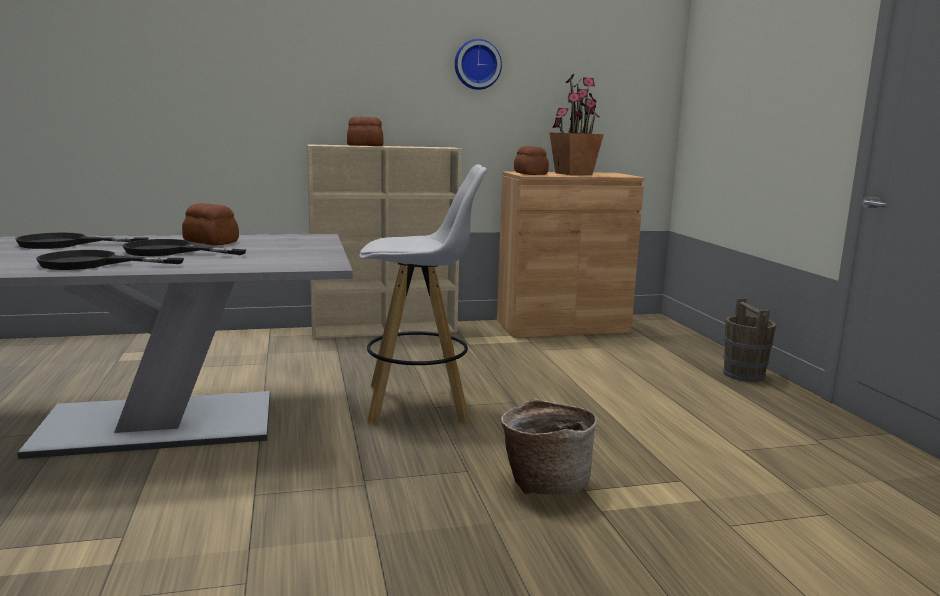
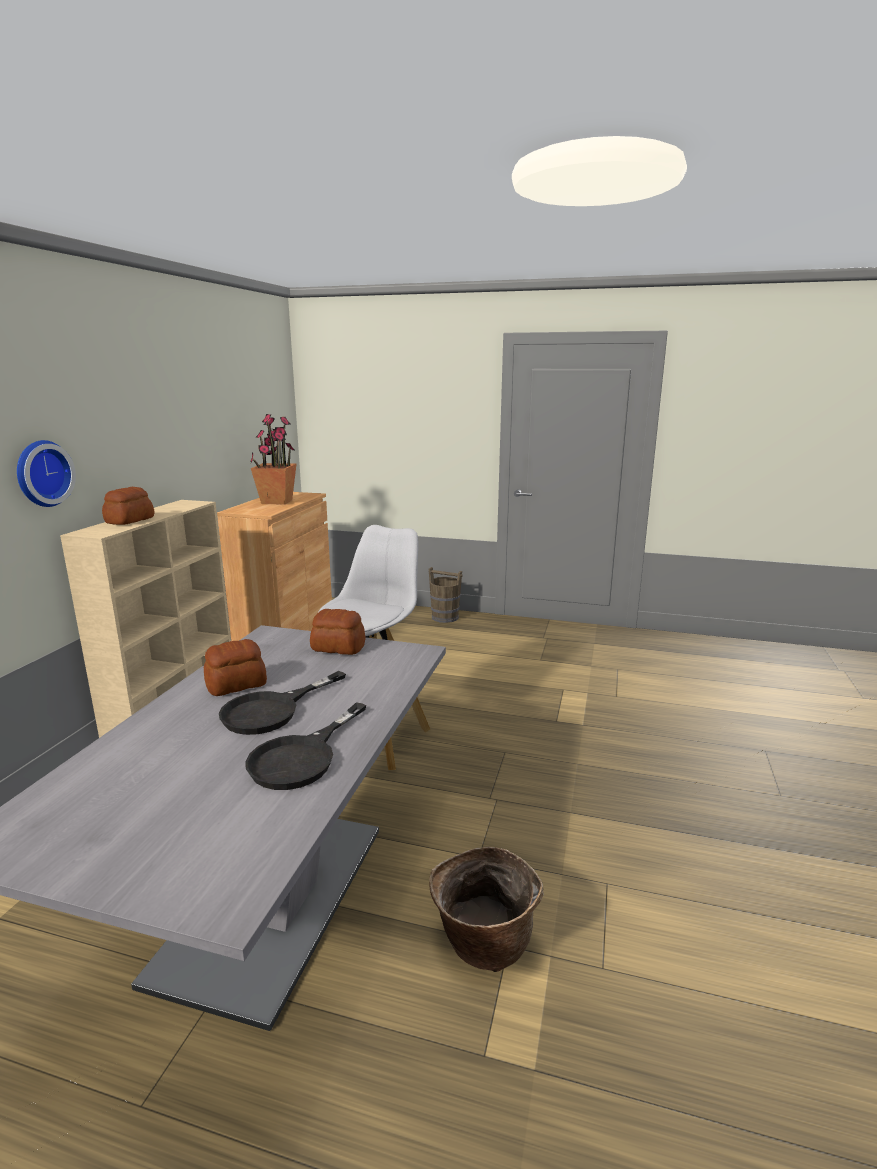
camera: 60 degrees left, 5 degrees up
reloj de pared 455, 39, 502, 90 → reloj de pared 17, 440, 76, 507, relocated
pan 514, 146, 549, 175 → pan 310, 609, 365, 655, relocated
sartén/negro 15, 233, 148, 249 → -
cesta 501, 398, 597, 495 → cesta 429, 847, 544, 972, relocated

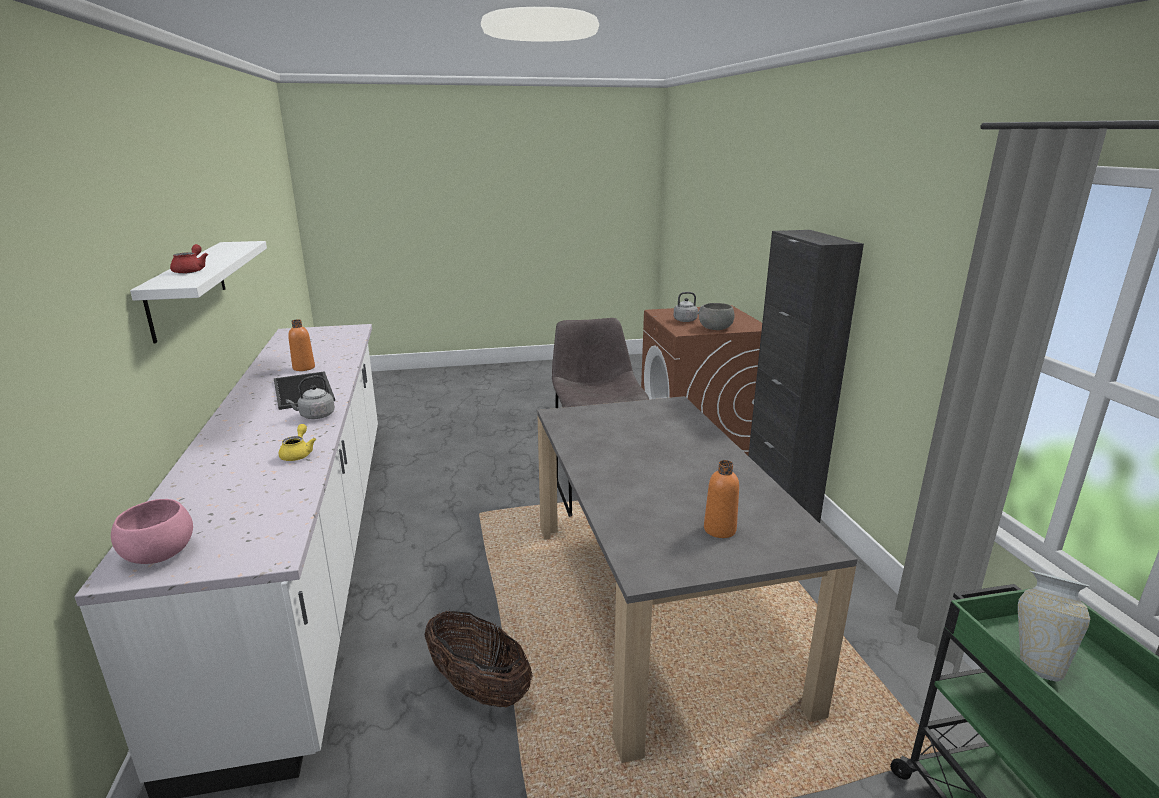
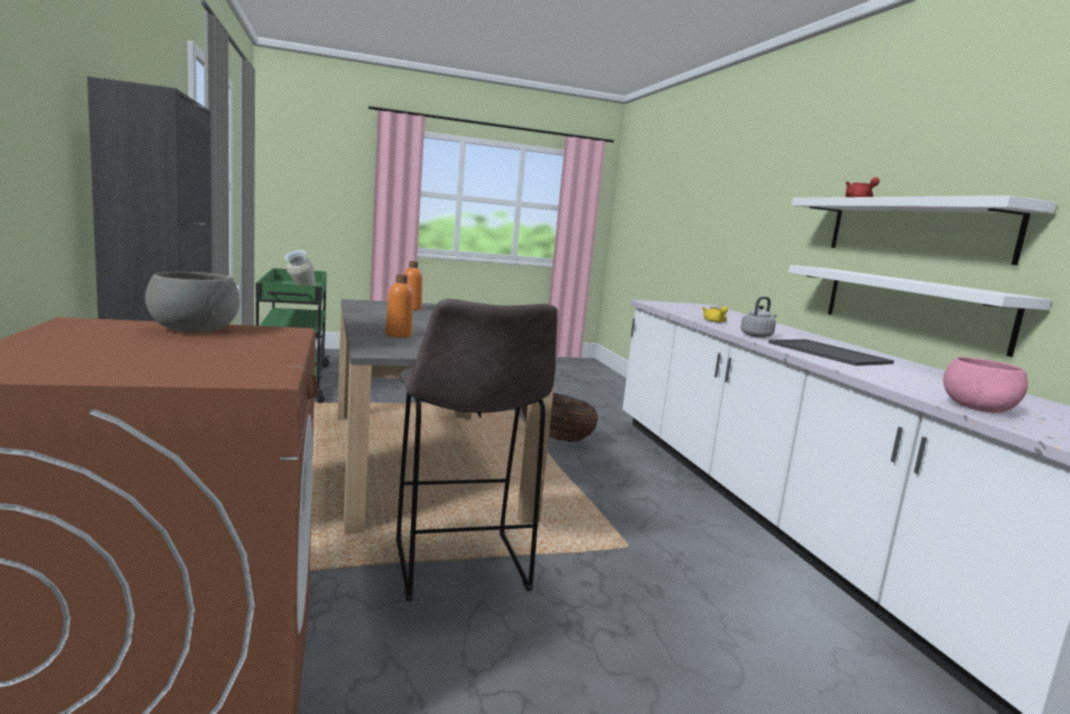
camera: 175 degrees right, 10 degrees down
hervidor/gris 674, 292, 702, 322 → -
botella/naranja 288, 319, 315, 371 → botella/naranja 385, 274, 413, 338, relocated
cuenco/rosa 111, 499, 193, 564 → cuenco/rosa 943, 357, 1028, 413, relocated
- → estante/blanco 788, 265, 1051, 357

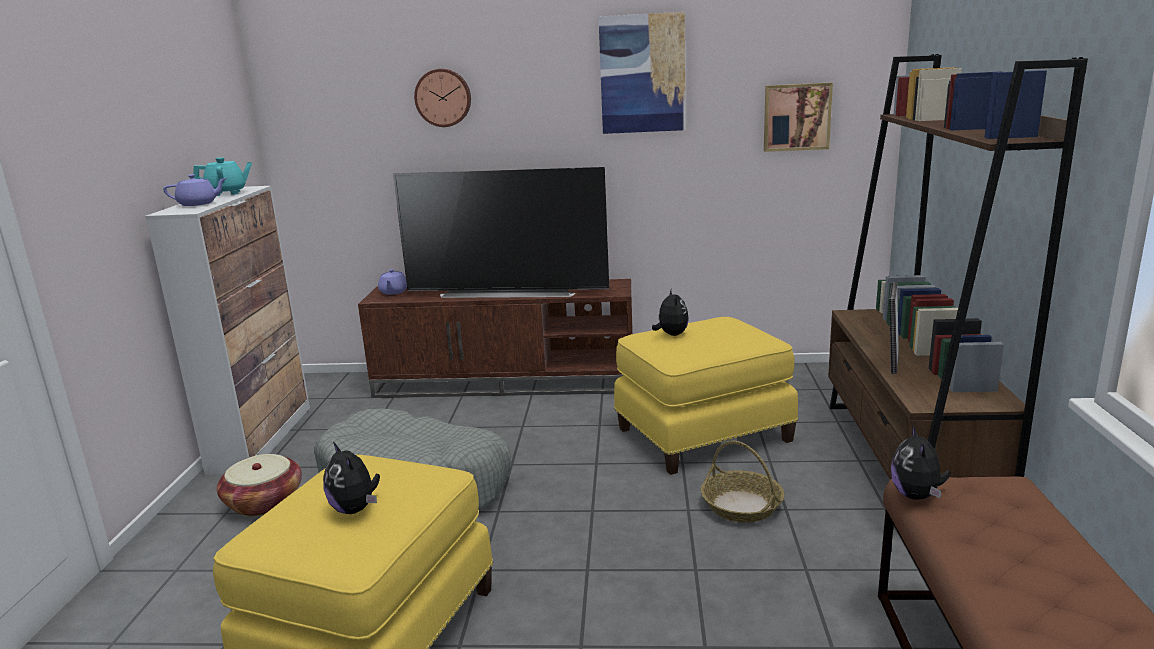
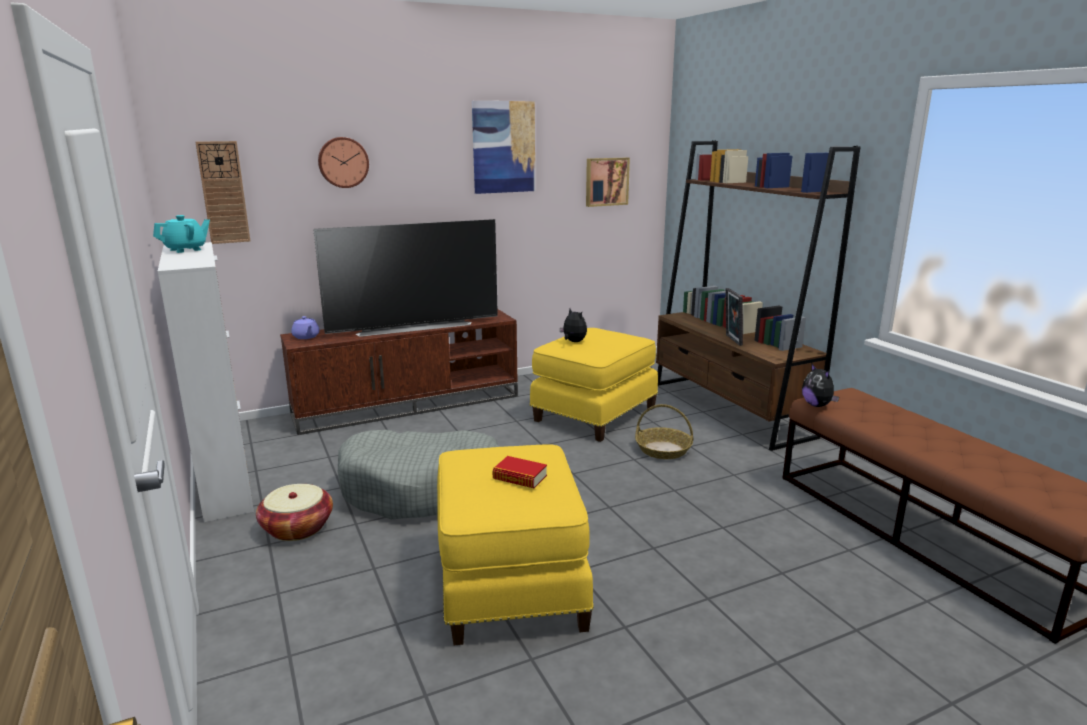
camera: 30 degrees left, 0 degrees up
tetera/morado 163, 174, 227, 206 → -
peluche 323, 442, 380, 514 → libro 493, 456, 547, 488
- → reloj de pared 195, 141, 250, 244

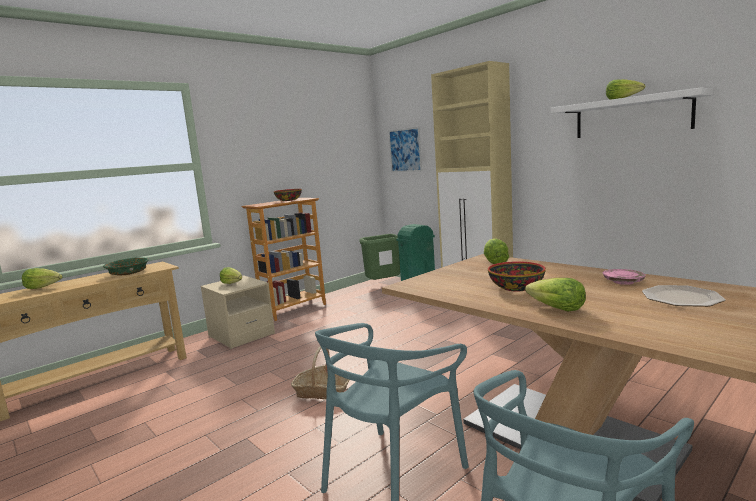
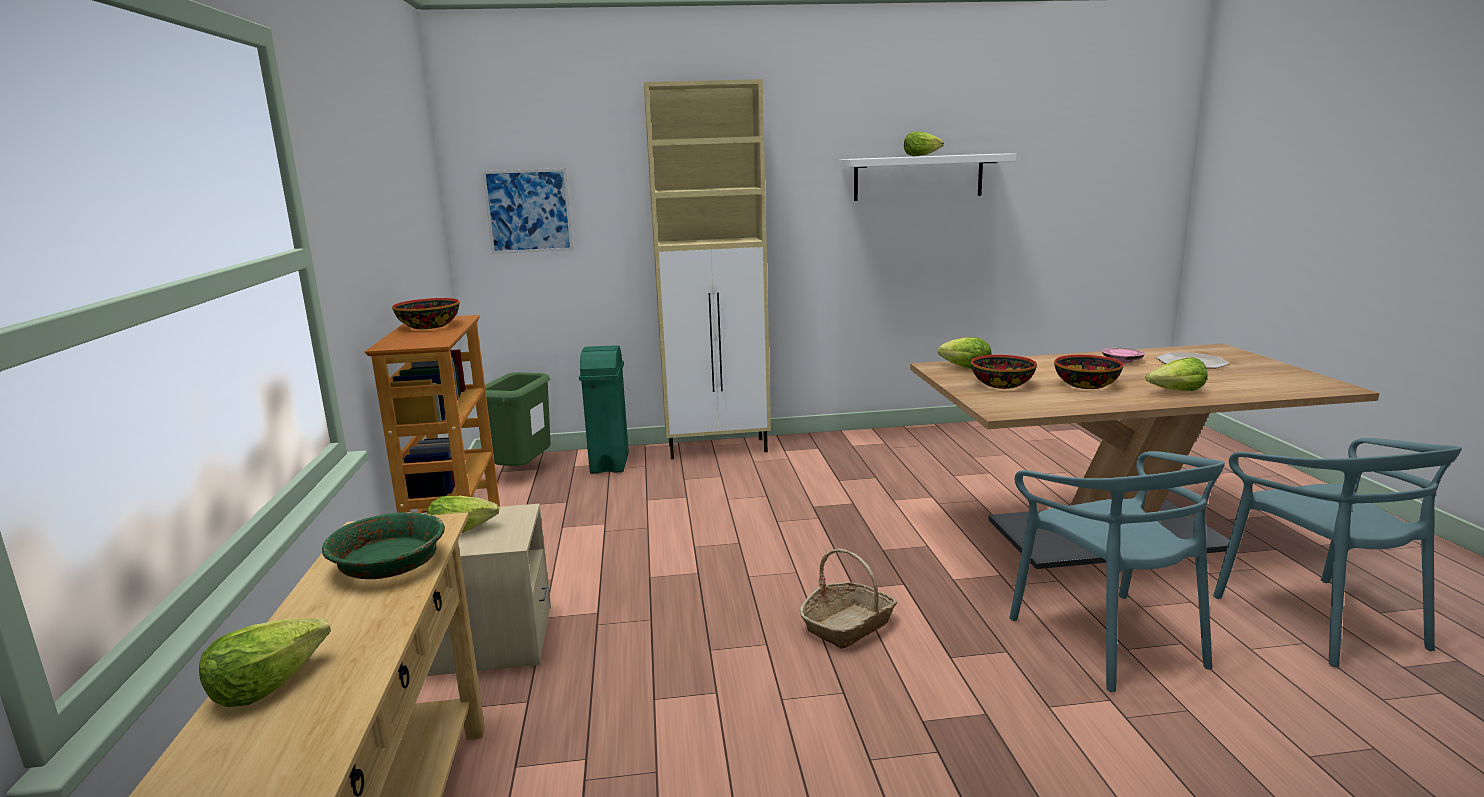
camera: 55 degrees left, 5 degrees up
- → cuenco 971, 355, 1037, 389

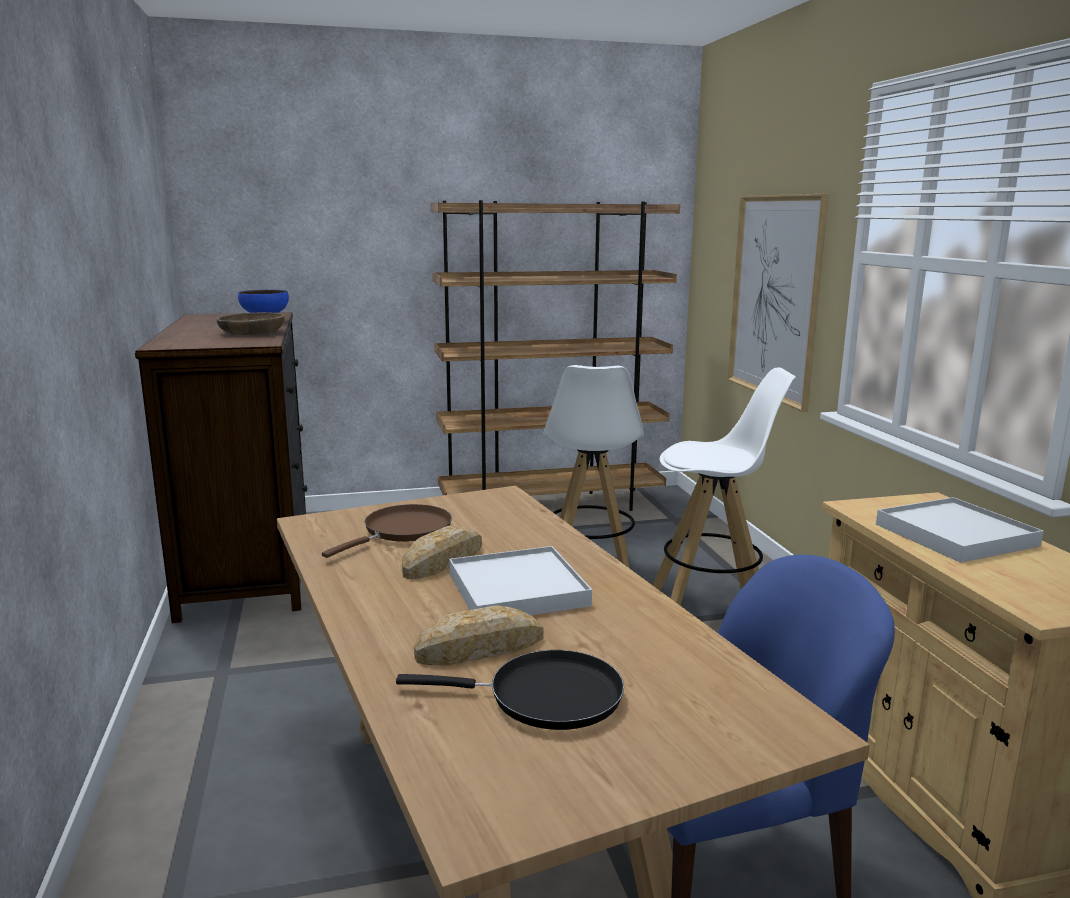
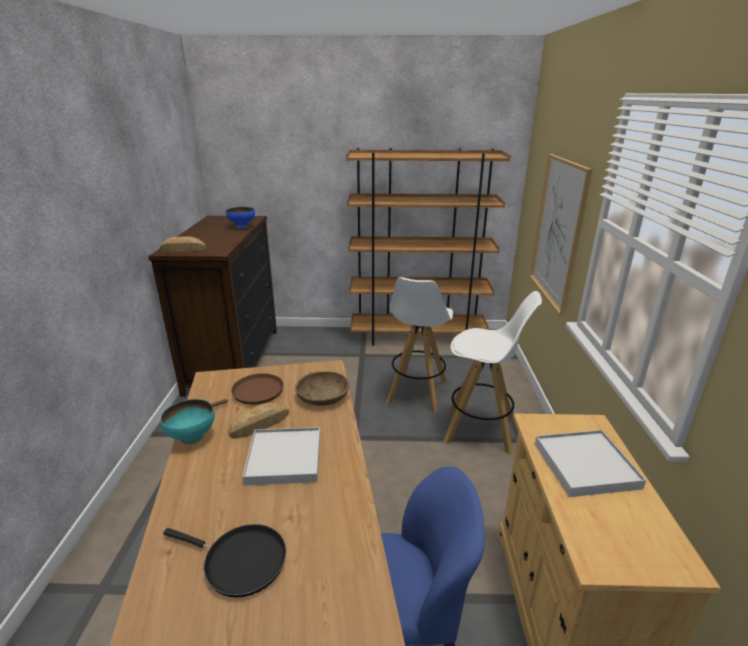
camera: 15 degrees right, 10 degrees up
cuenco/marrón 216, 312, 285, 335 → cuenco/marrón 295, 371, 349, 406, relocated
pan 414, 605, 543, 665 → pan 160, 236, 206, 252, relocated
- → cuenco/turquesa 161, 399, 215, 445

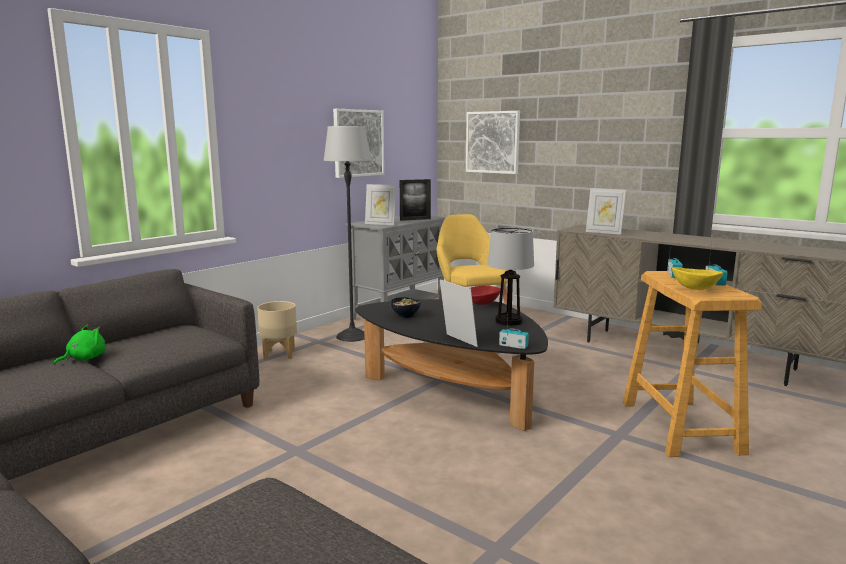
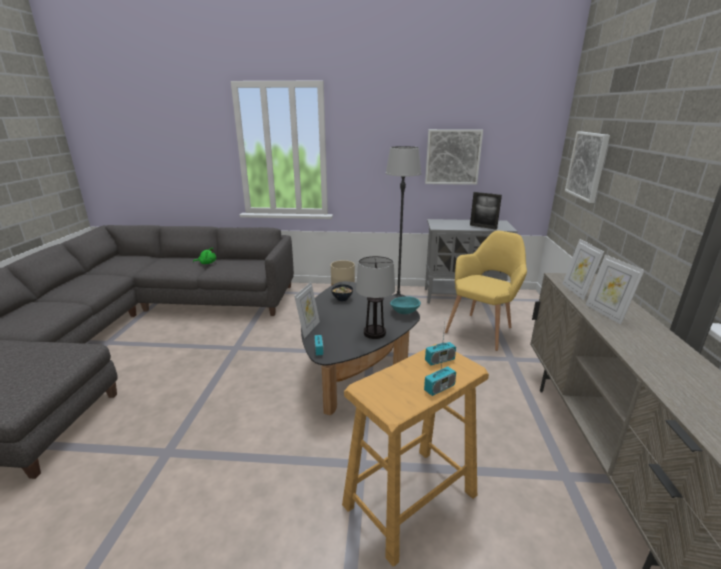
camera: 55 degrees right, 10 degrees up
portarretratos 365, 184, 396, 225 → portarretratos 585, 255, 645, 324, relocated
cuenco/amarillo 672, 267, 723, 290 → -
cuenco/rojo 470, 285, 501, 305 → cuenco/turquesa 390, 296, 421, 314

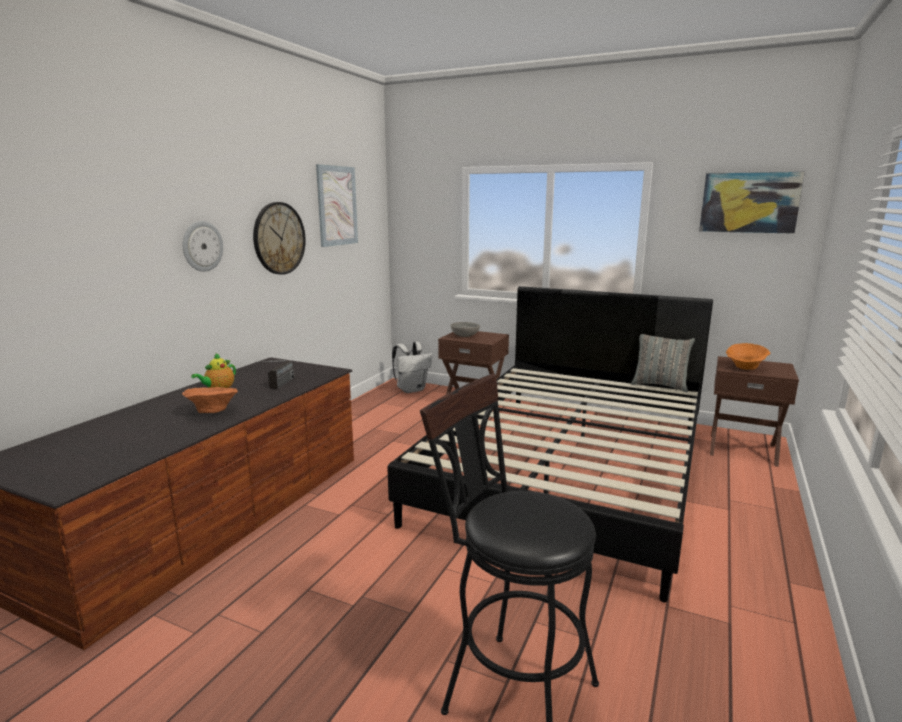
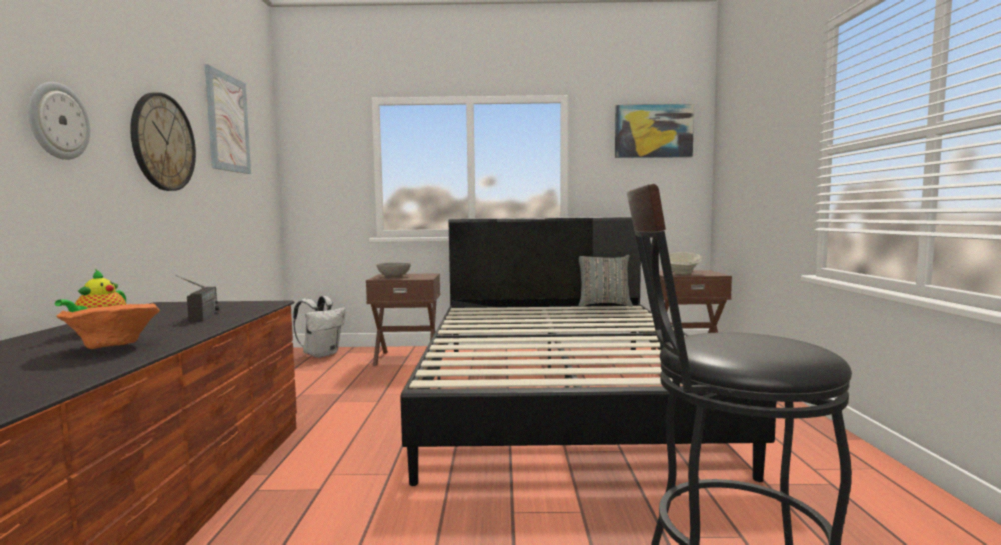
camera: 25 degrees left, 10 degrees down
cuenco/naranja 726, 343, 770, 370 → cuenco/beis 669, 253, 702, 275

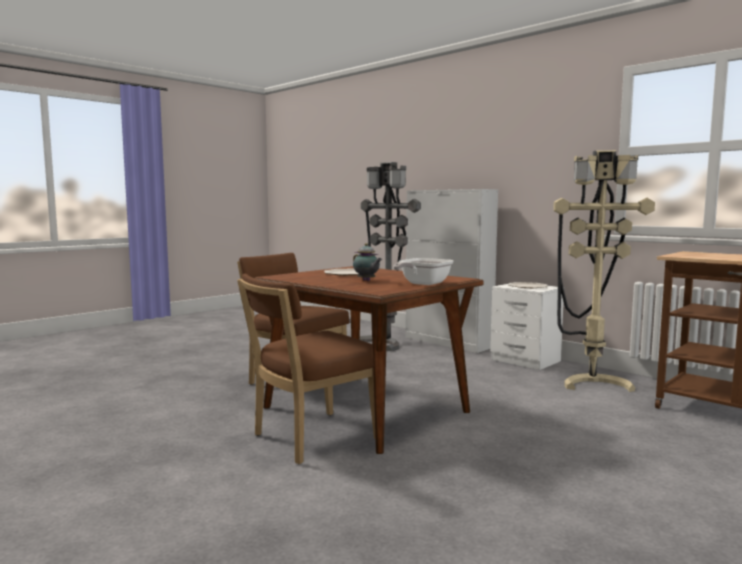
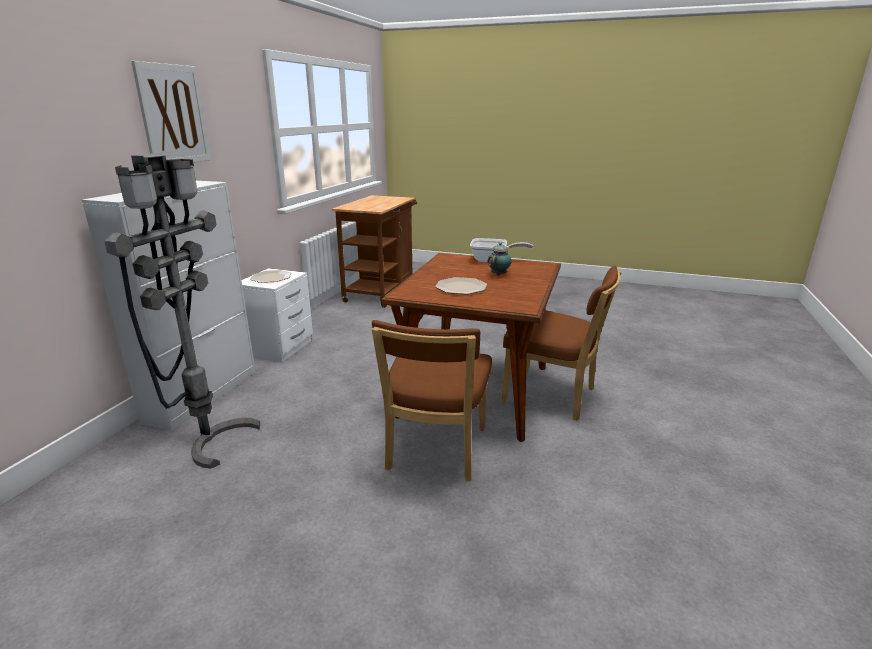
camera: 115 degrees left, 15 degrees up
lámpara de pie/beis 553, 150, 655, 392 → -
- → cuadro 131, 61, 211, 163

